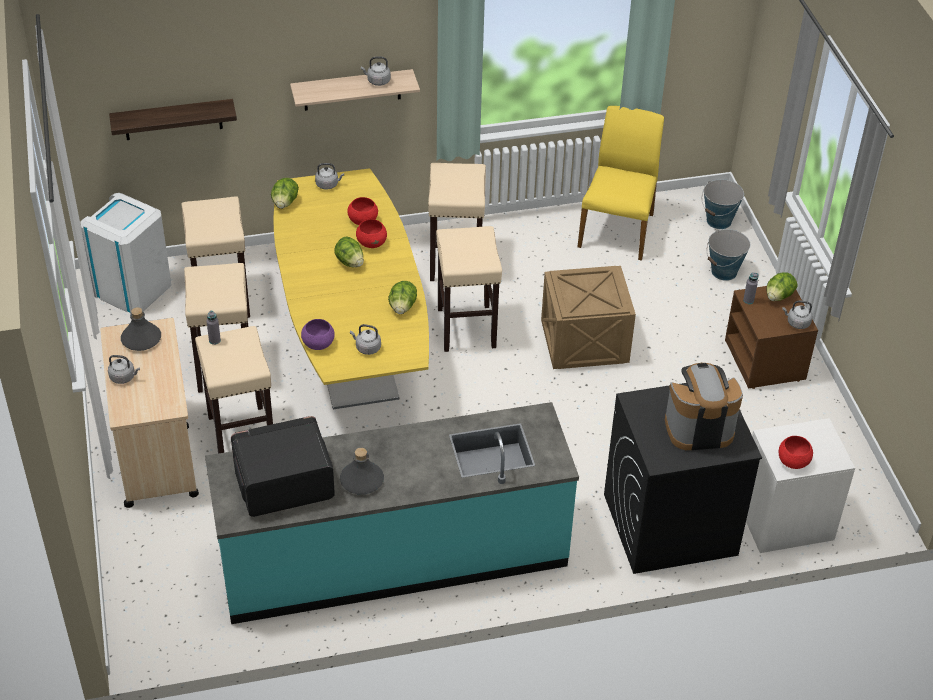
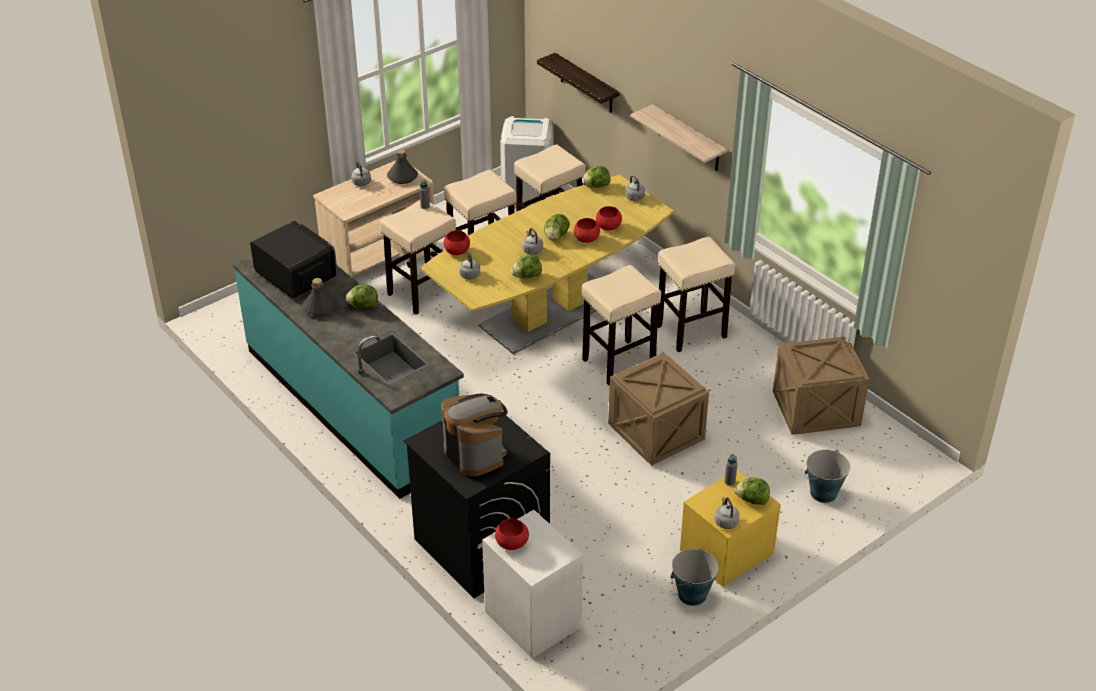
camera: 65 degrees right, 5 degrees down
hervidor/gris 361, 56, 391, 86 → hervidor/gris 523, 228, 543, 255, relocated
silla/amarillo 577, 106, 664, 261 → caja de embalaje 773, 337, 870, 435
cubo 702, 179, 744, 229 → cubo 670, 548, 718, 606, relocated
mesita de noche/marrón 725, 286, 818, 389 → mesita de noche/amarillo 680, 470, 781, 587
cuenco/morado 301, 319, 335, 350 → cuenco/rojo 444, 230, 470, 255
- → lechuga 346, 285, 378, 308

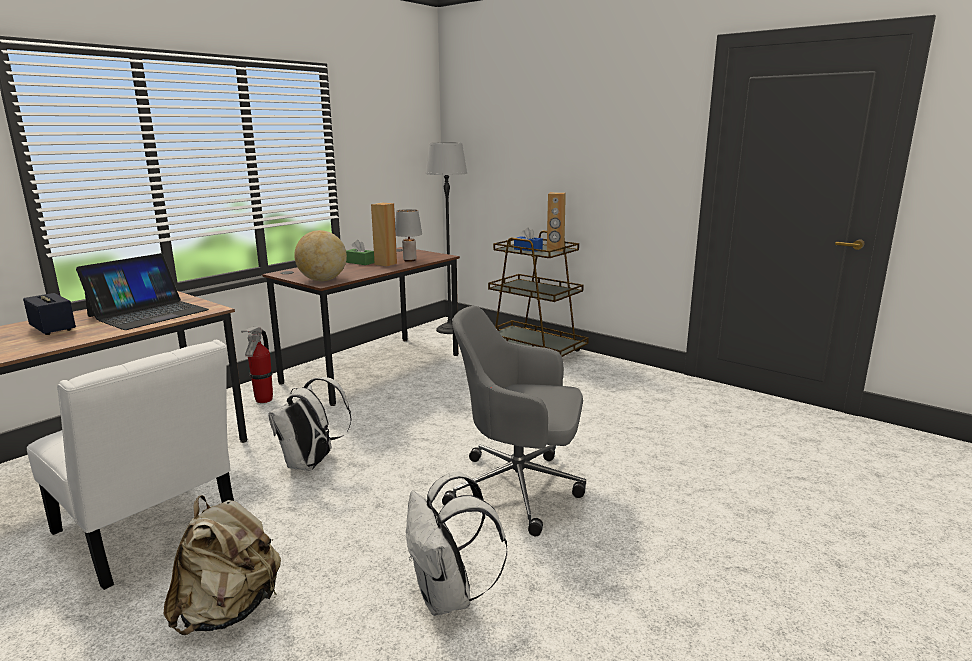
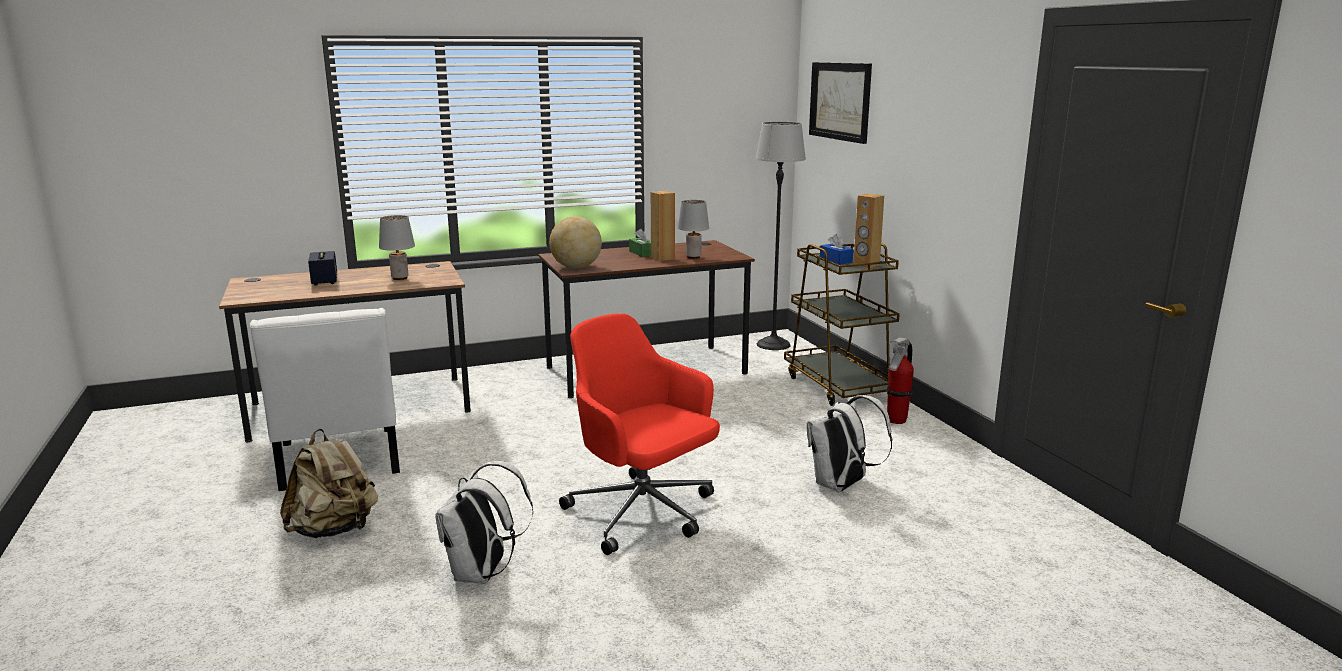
camera: 30 degrees right, 0 degrees up
portátil 76, 253, 209, 330 → lámpara de mesa/gris 379, 215, 415, 280
silla de oficina/gris 442, 306, 586, 536 → silla de oficina/rojo 559, 313, 720, 555
extintor 241, 327, 273, 403 → extintor 886, 338, 914, 424, relocated
mochila/blanco 268, 377, 352, 471 → mochila/blanco 807, 395, 892, 492, relocated
- → cuadro 809, 62, 872, 144

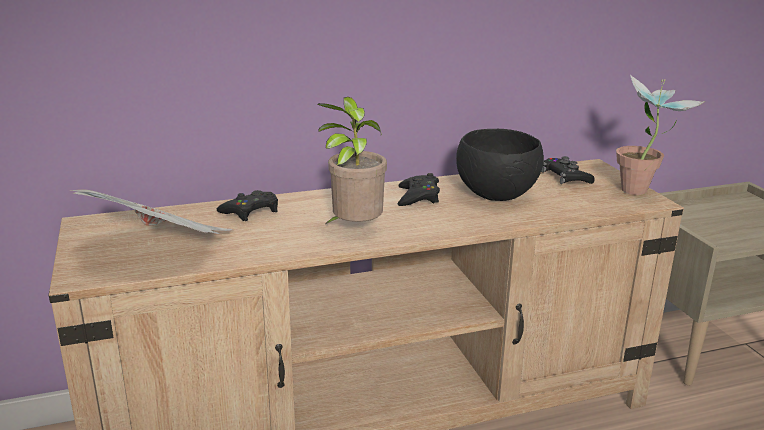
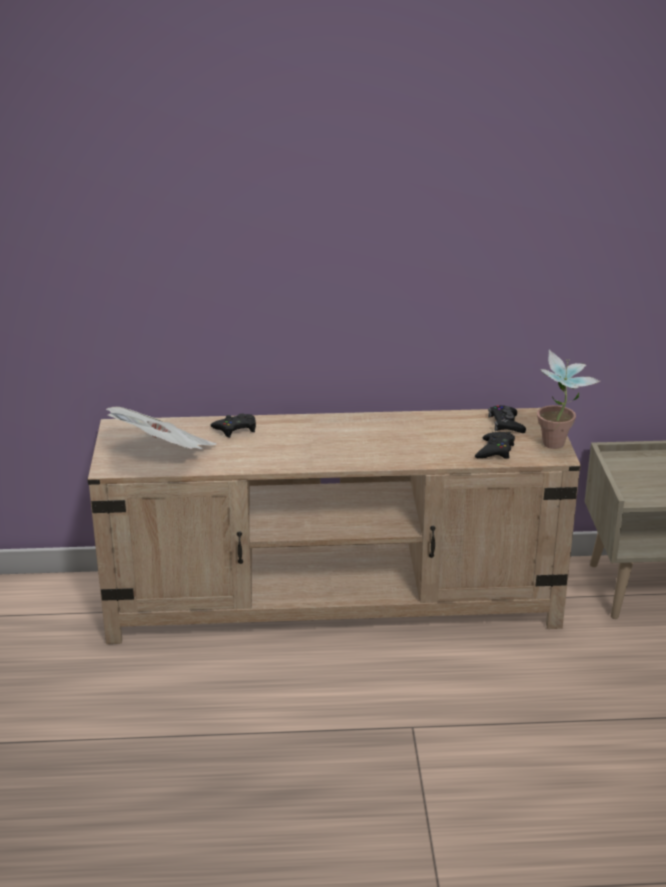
camera: 15 degrees right, 5 degrees up
planta en maceta 317, 97, 387, 224 → -
cuenco/negro 456, 129, 544, 201 → -
mando de consola/negro 398, 173, 440, 206 → mando de consola/negro 475, 431, 515, 459, relocated

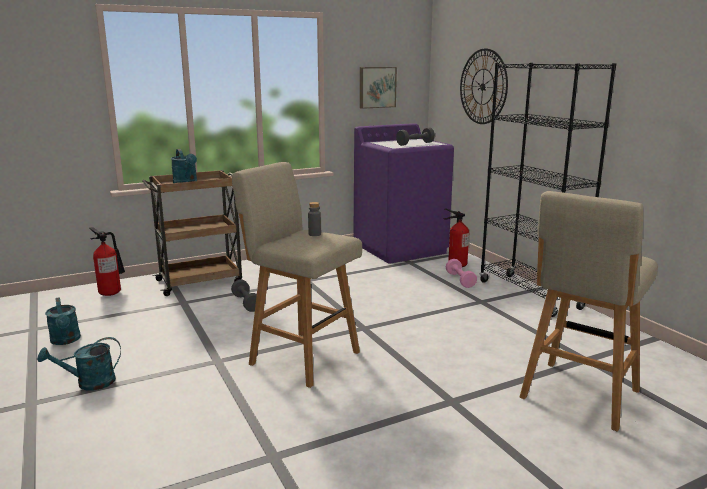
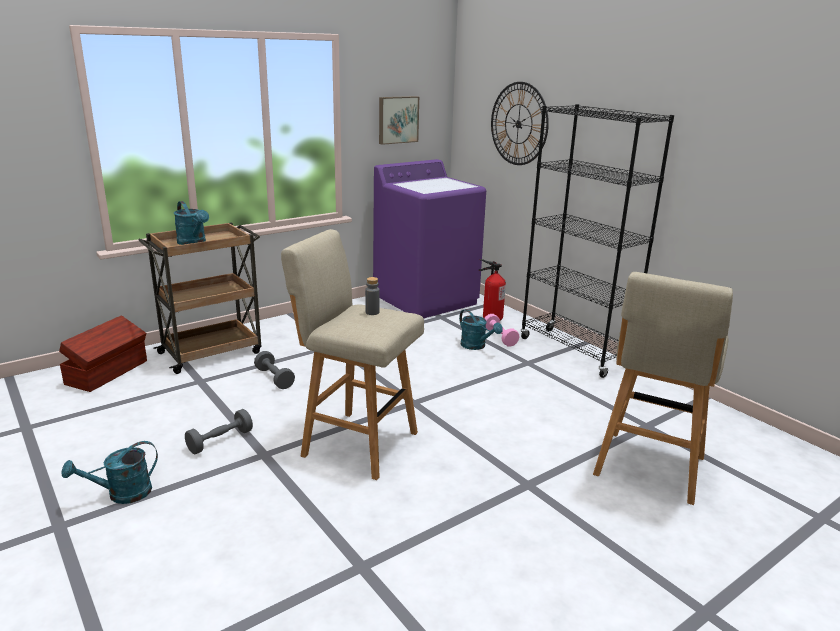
camera: 10 degrees left, 5 degrees up
mancuerna/gris 396, 127, 435, 146 → mancuerna/gris 185, 409, 253, 454, relocated
extintor 89, 227, 125, 296 → caja de almacenaje/marrón 59, 315, 147, 392
regadera/turquesa 45, 297, 81, 345 → regadera/turquesa 459, 309, 503, 350, relocated

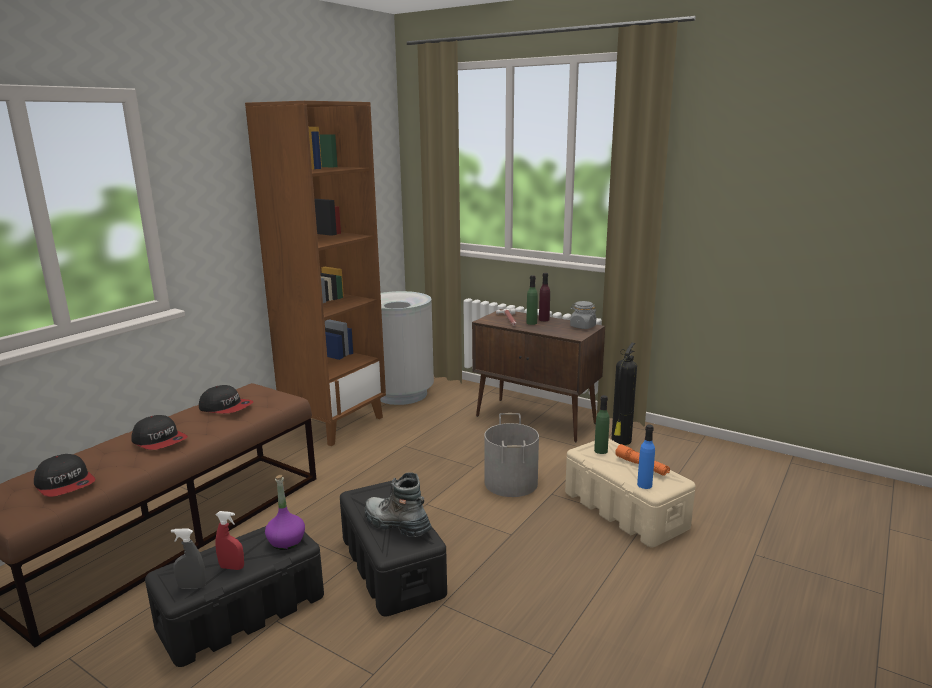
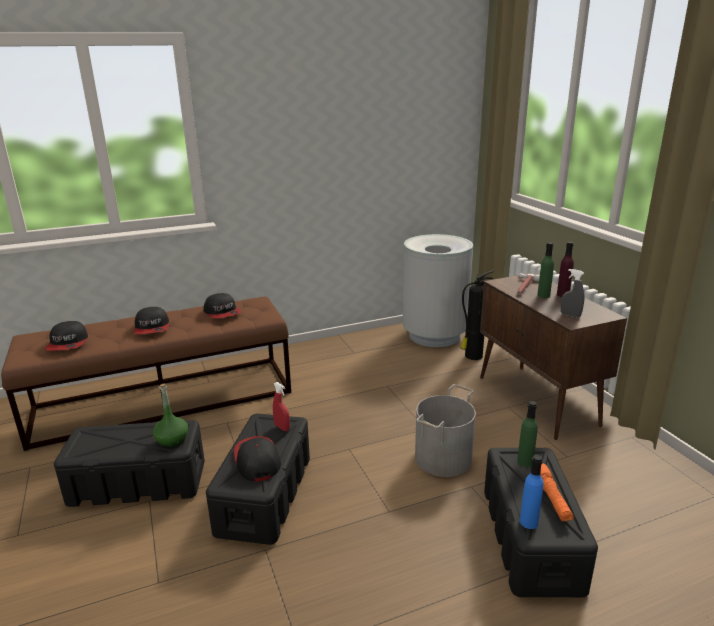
camera: 35 degrees right, 5 degrees up
estantería/marrón 245, 101, 386, 446 → -
tarro/gris 570, 301, 597, 329 → -
extintor 611, 343, 637, 445 → extintor 460, 271, 494, 360, relocated
caja de almacenaje/beis 565, 438, 695, 547 → caja de almacenaje/negro 484, 448, 598, 597
bota 365, 472, 432, 537 → gorra 234, 436, 281, 482
botella/morado 265, 475, 305, 550 → botella/verde 153, 384, 188, 448
pulverizador/rojo 215, 511, 244, 570 → pulverizador/rojo 273, 382, 290, 431, relocated
pulverizador/gris 171, 529, 206, 589 → pulverizador/gris 561, 269, 584, 318, relocated

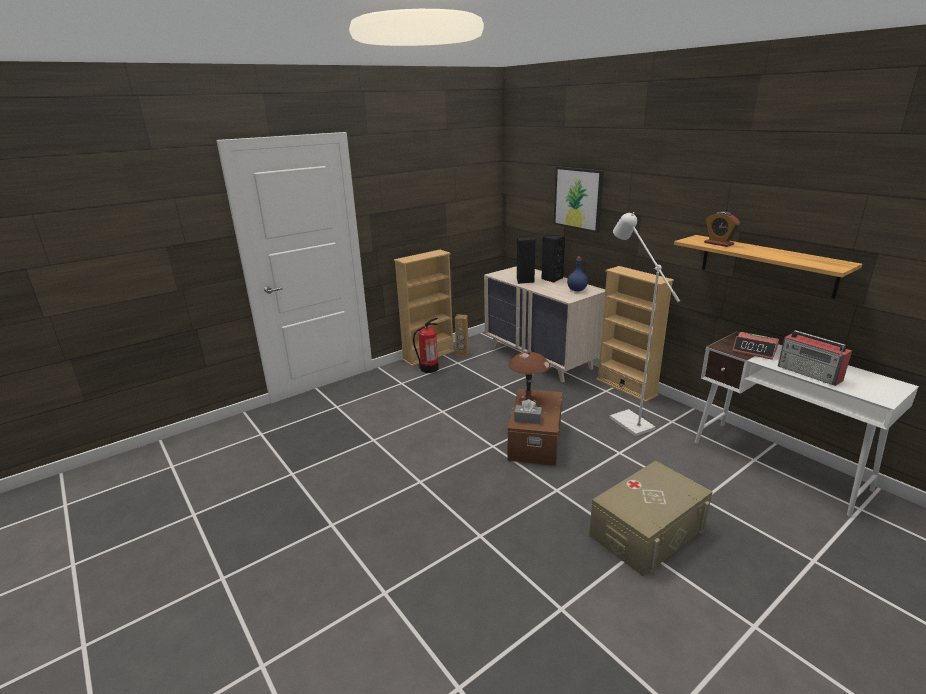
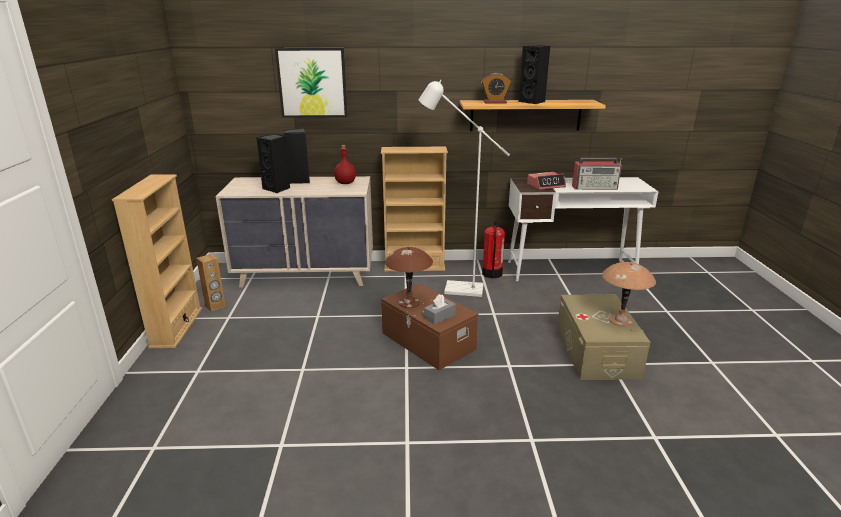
camera: 55 degrees left, 0 degrees up
botella/azul 567, 257, 588, 291 → botella/rojo 334, 145, 356, 184
extintor 413, 318, 439, 373 → extintor 482, 214, 505, 279, relocated
- → altavoz/negro 518, 46, 550, 104
- → lámpara de mesa/marrón 602, 262, 656, 327

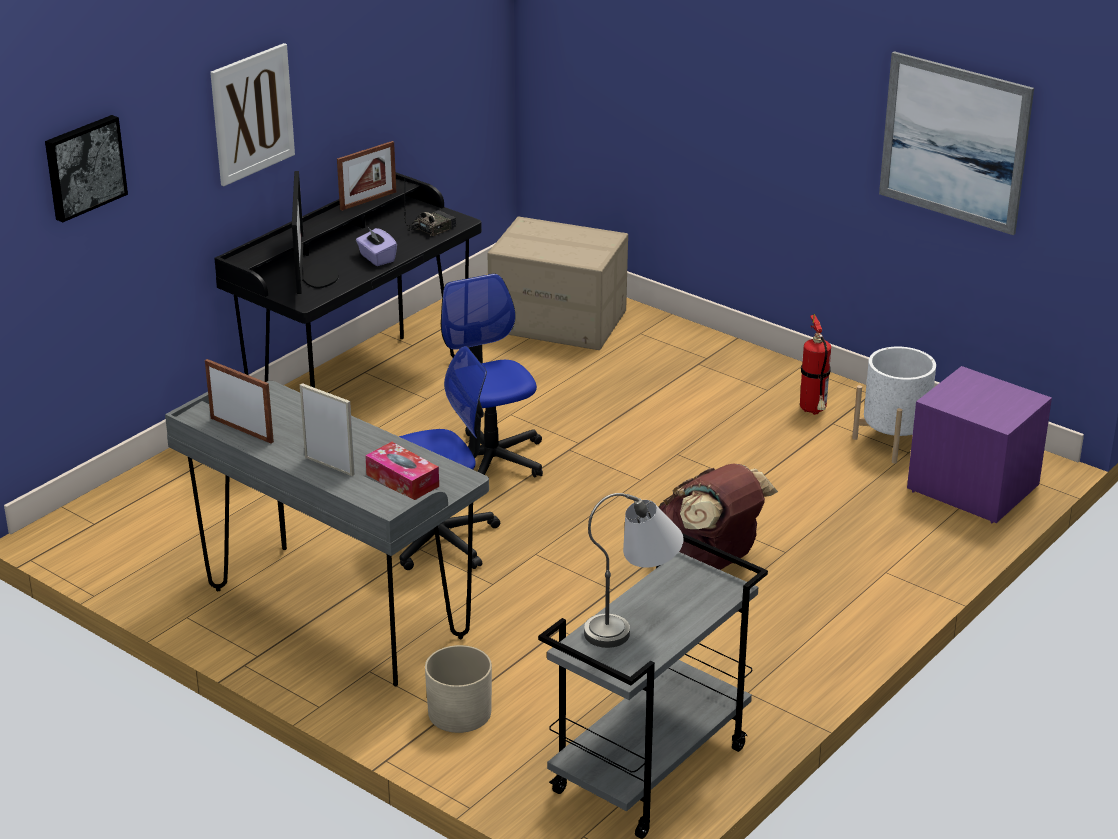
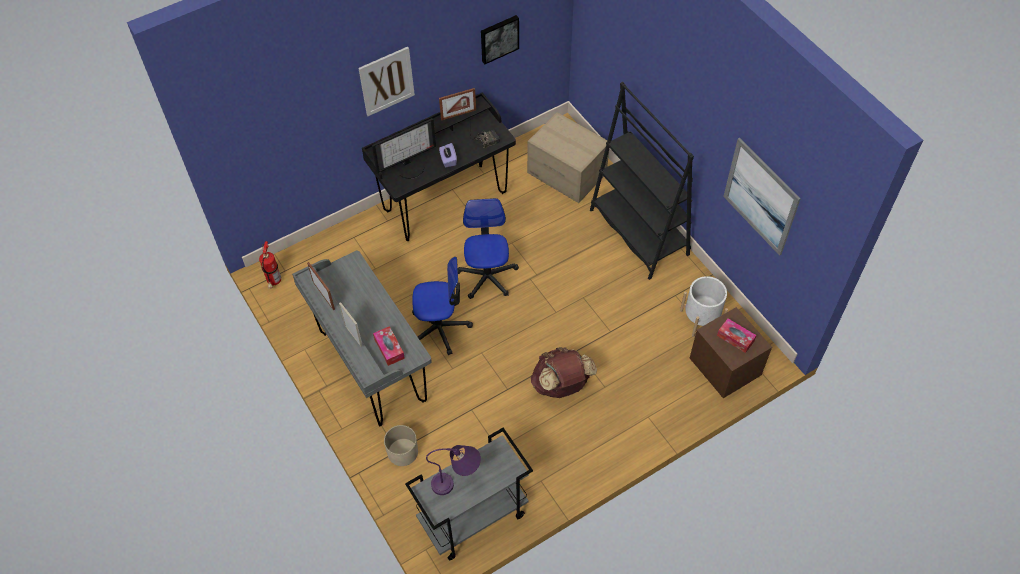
camera: 20 degrees right, 25 degrees up
cuadro 45, 115, 128, 222 → cuadro 481, 15, 519, 64, relocated
monitor 292, 171, 339, 294 → monitor 372, 118, 436, 179, 45 degrees clockwise
extintor 800, 314, 831, 415 → extintor 259, 241, 281, 289, relocated
mesita de noche/morado 907, 366, 1052, 523 → mesita de noche/marrón 690, 307, 772, 398
lámpara de mesa/gris 584, 493, 684, 648 → lámpara de mesa/morado 426, 445, 481, 495
- → estantería/negro 590, 82, 694, 280
- → caja de pañuelos 717, 319, 757, 353

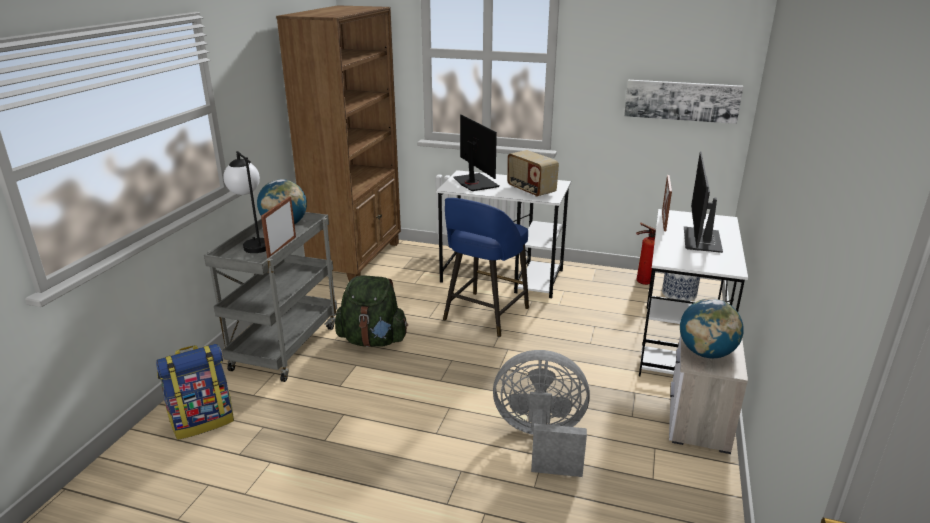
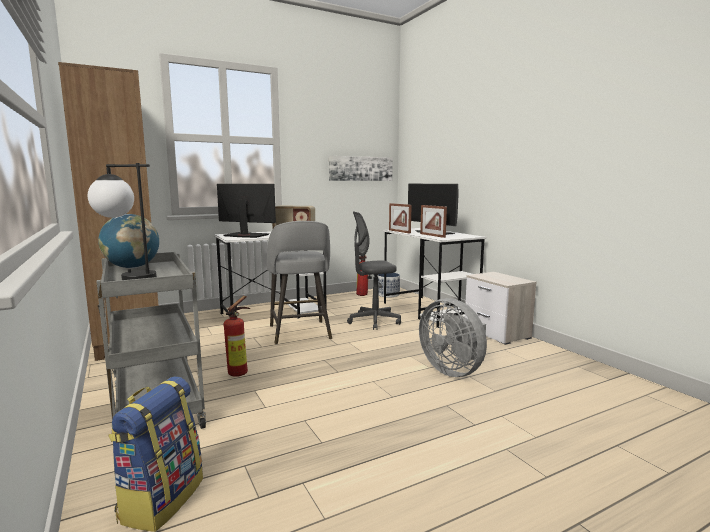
camera: 45 degrees left, 15 degrees down
portarretratos 261, 196, 296, 259 → portarretratos 420, 205, 447, 238, relocated
taburete/azul 443, 198, 529, 337 → taburete/gris 267, 221, 332, 344
mochila/verde 335, 275, 408, 347 → extintor 223, 296, 250, 377
globo terráqueo 680, 298, 744, 358 → -
ventilador/gris 493, 350, 590, 477 → ventilador/gris 419, 298, 487, 377, 90 degrees counterclockwise
- → silla de oficina/gris 347, 211, 401, 330

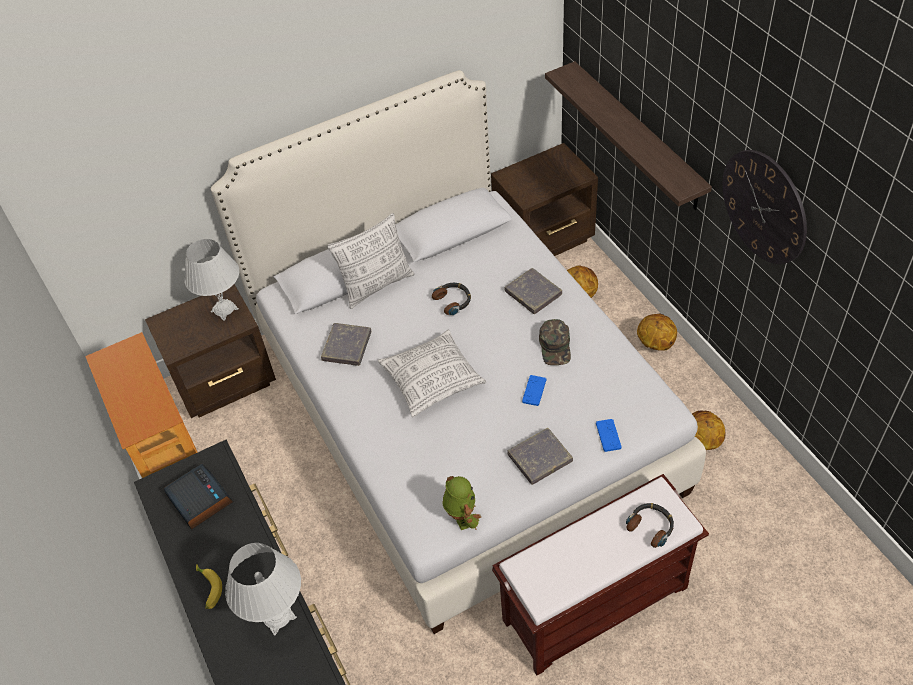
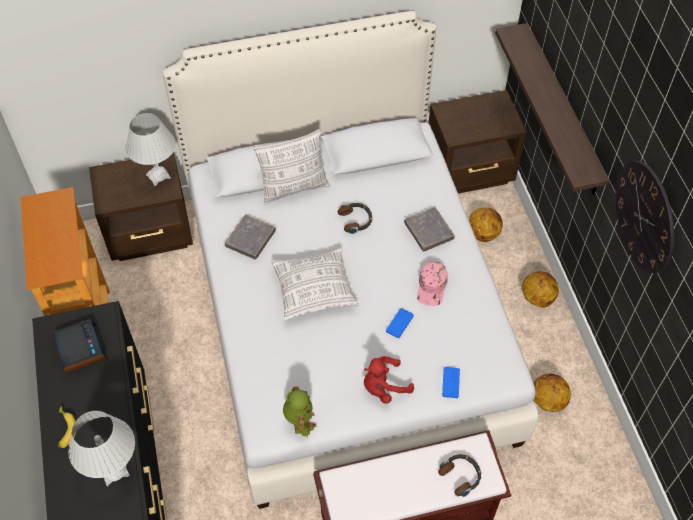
camera: 10 degrees right, 5 degrees up
gorra/verde 539, 319, 571, 365 → gorra/rosa 417, 261, 448, 306
libro/gris 507, 428, 573, 485 → peluche/rojo 364, 356, 414, 404

